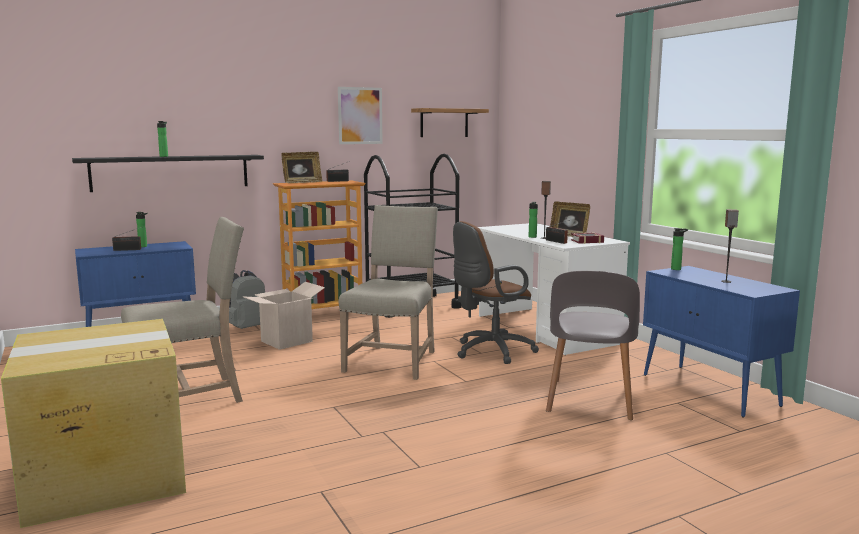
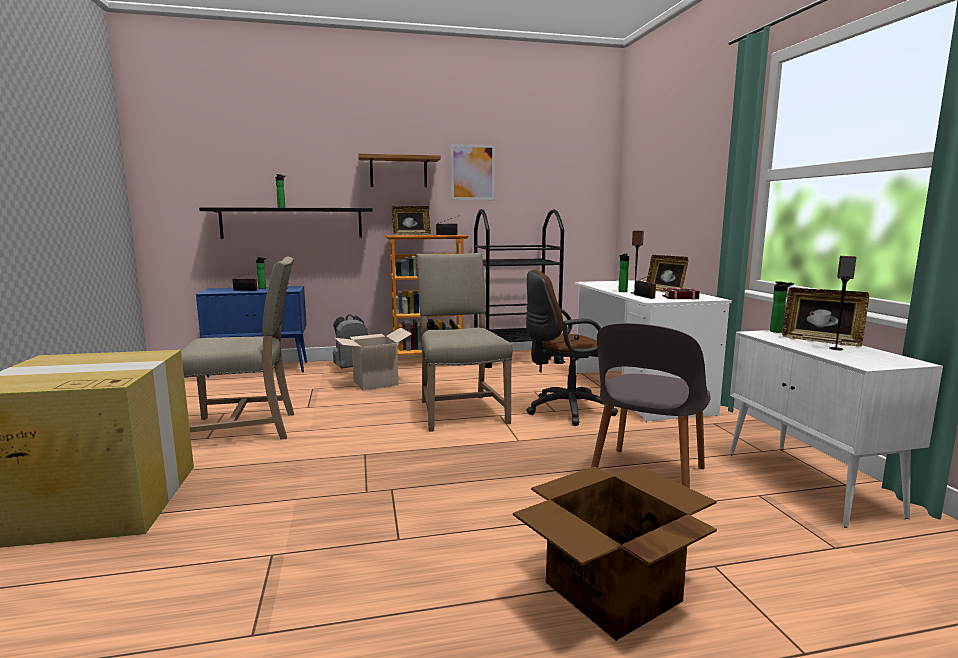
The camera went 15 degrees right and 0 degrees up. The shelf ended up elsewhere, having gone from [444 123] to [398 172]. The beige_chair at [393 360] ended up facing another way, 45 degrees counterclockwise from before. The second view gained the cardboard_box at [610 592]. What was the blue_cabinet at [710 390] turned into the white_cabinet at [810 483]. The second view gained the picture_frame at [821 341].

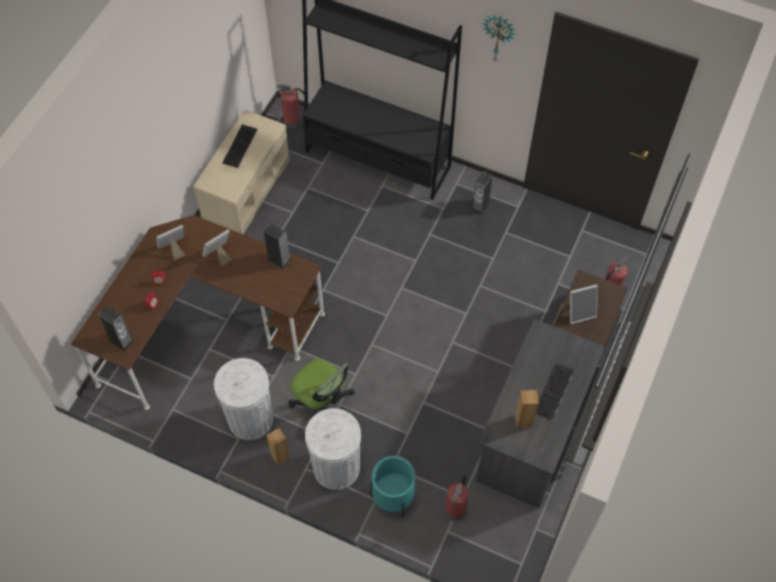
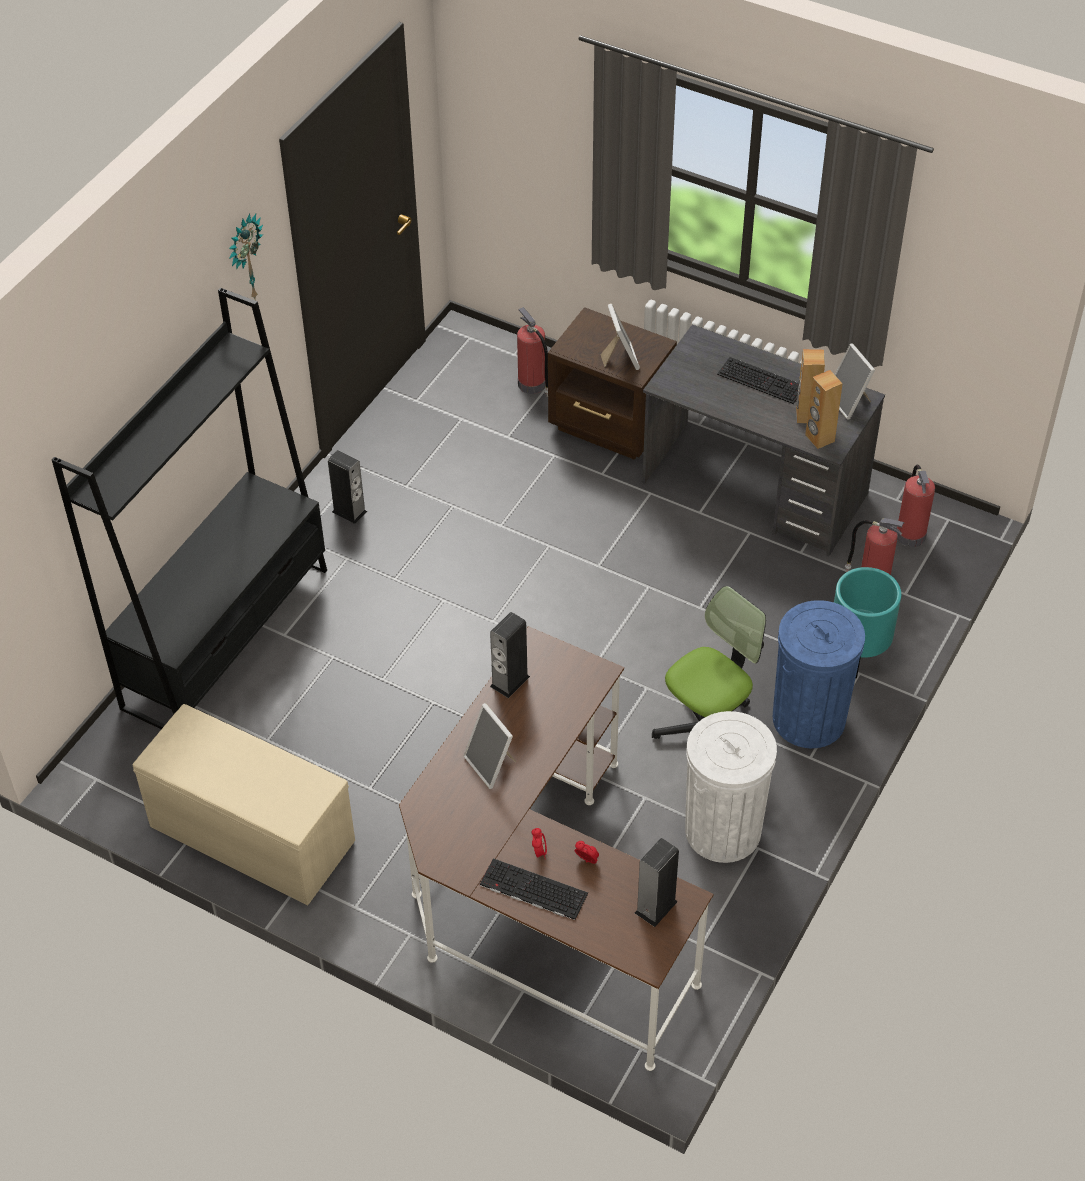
The camera went 85 degrees left and 10 degrees down. The keyboard ended up elsewhere, having gone from [239 145] to [531 890]. What was the white_trash_can at [336 467] turned into the blue_trash_can at [809 718]. The brown_speaker ended up elsewhere, having gone from [280 456] to [819 438]. The picture_frame ended up elsewhere, having gone from [174 249] to [849 402]. The fire_extinguisher ended up elsewhere, having gone from [293 121] to [910 534].

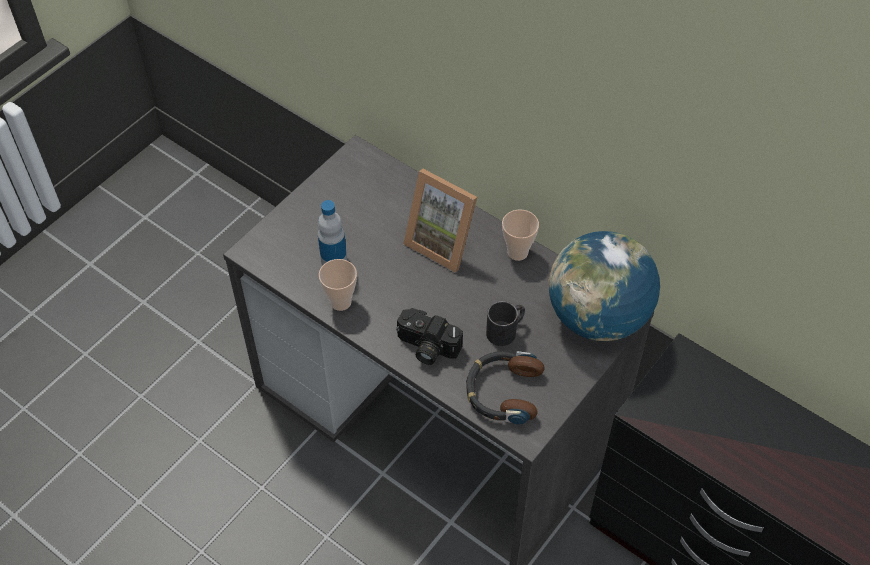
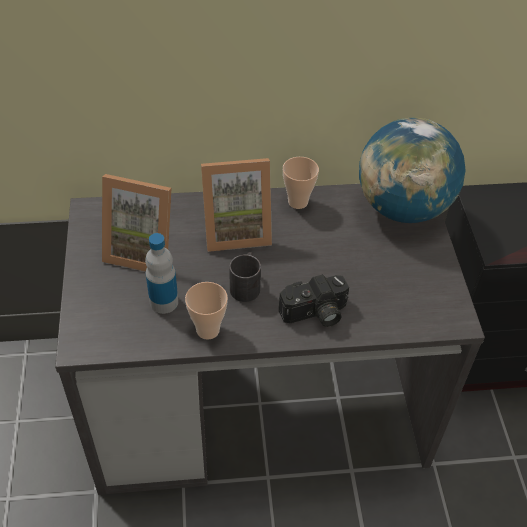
The camera went 45 degrees left and 5 degrees down. The second view gained the picture_frame at [143 250]. The black_mug ended up elsewhere, having gone from [506 330] to [246 284]. The second view lost the headphones at [503 391].

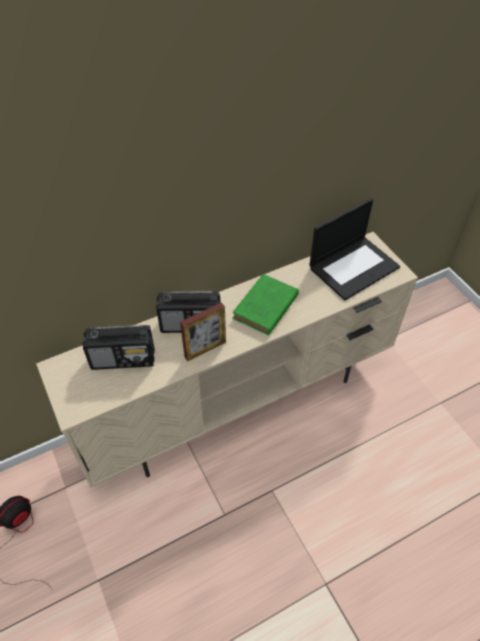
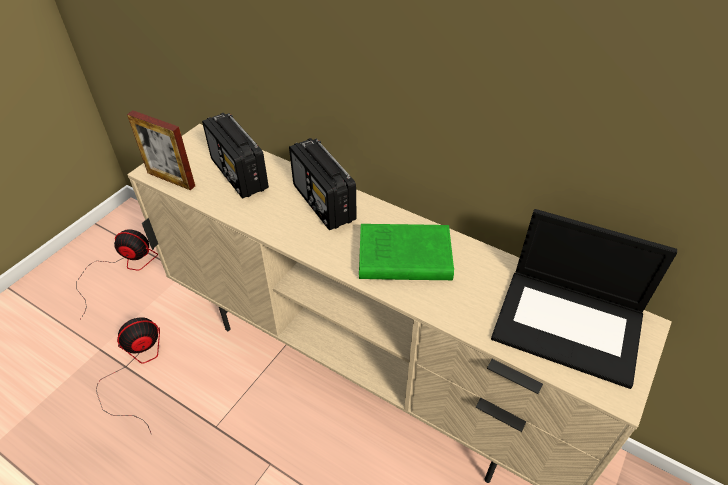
The camera went 60 degrees right and 5 degrees down. The second view gained the fan at [136 368]. The picture_frame ended up elsewhere, having gone from [205 349] to [171 179].

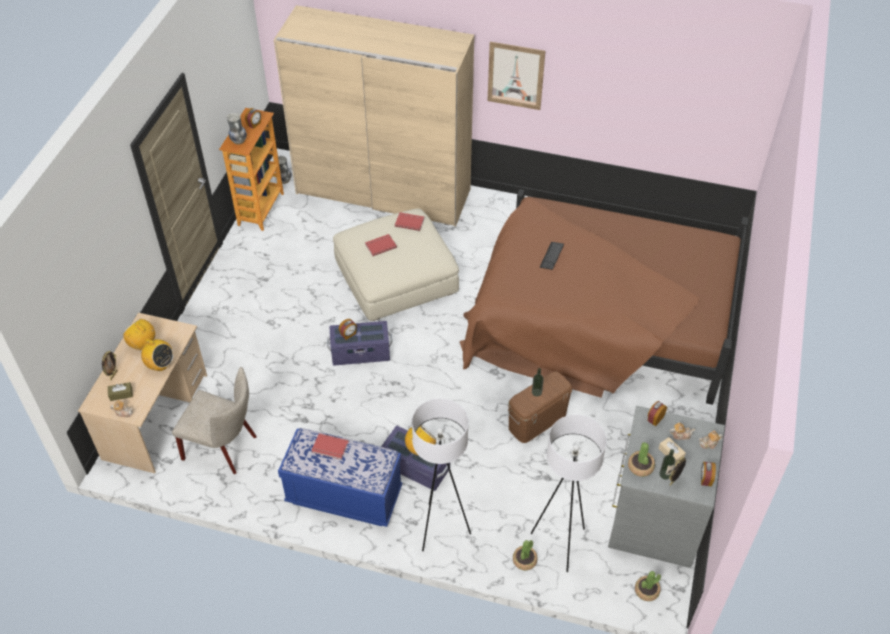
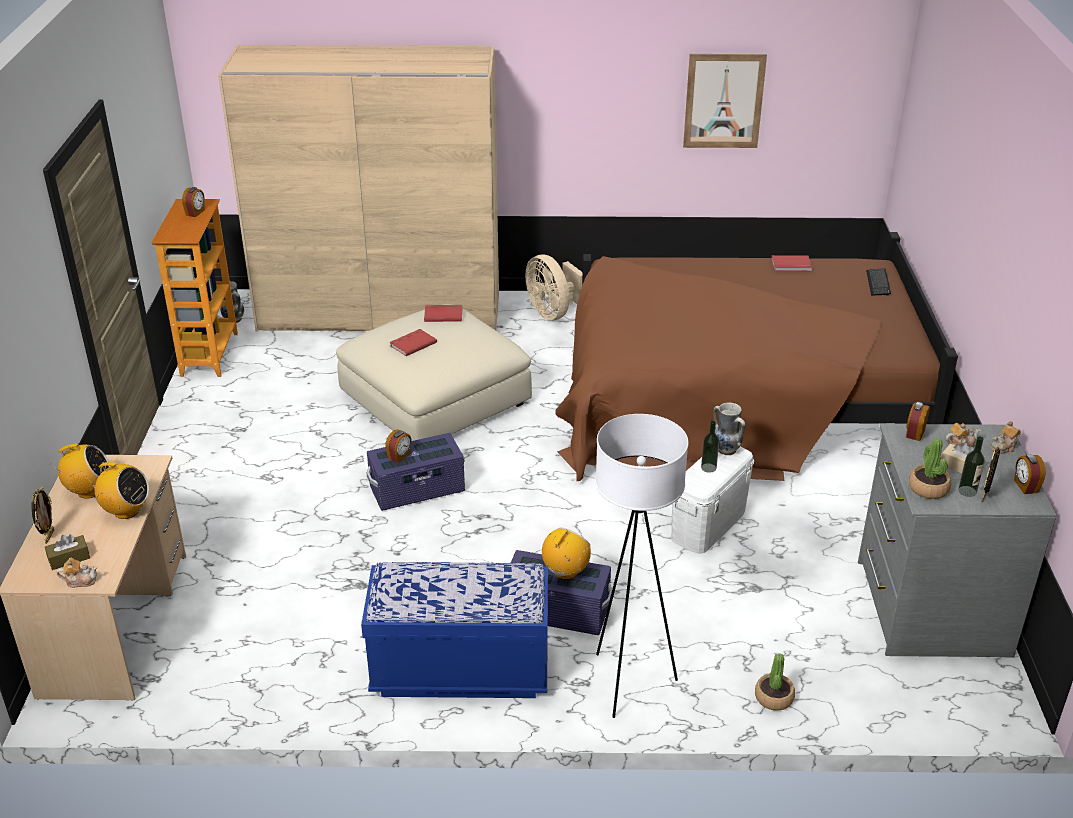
The camera went 15 degrees left and 15 degrees down. The radio at [143 344] ended up facing another way, 150 degrees clockwise from before. The second view gained the beige_fan at [553 313]. What was the brown_storage_box at [537 421] turned into the white_storage_box at [708 525]. The picture ended up elsewhere, having gone from [515 76] to [724 101]. The vase ended up elsewhere, having gone from [238 141] to [726 450]. The red_book ended up elsewhere, having gone from [330 448] to [791 265]. The keyboard ended up elsewhere, having gone from [551 256] to [878 283]. The second view lost the beige_chair at [224 448]. The second view lost the white_floor_lamp at [560 544]. The second view lost the potted_plant at [646 591].

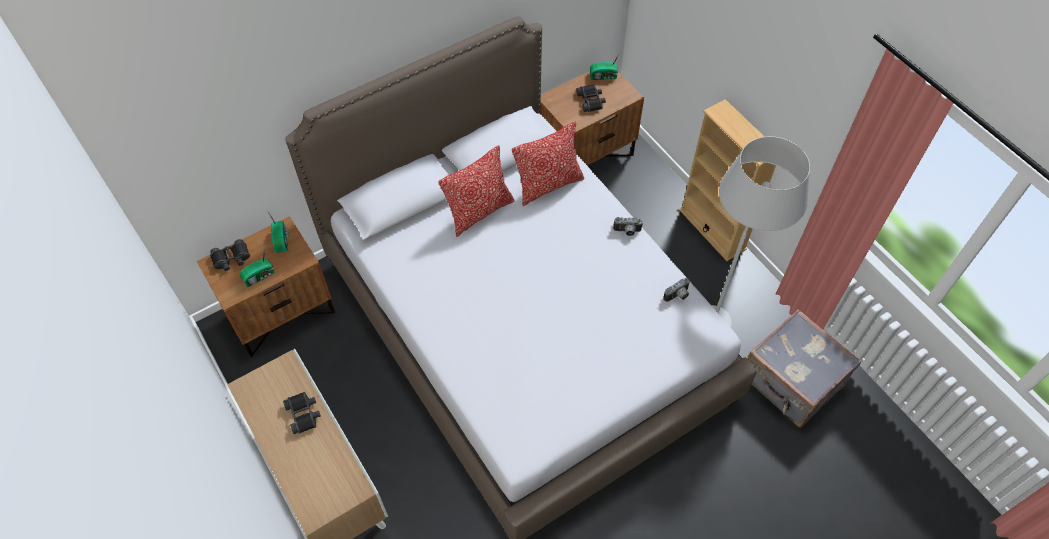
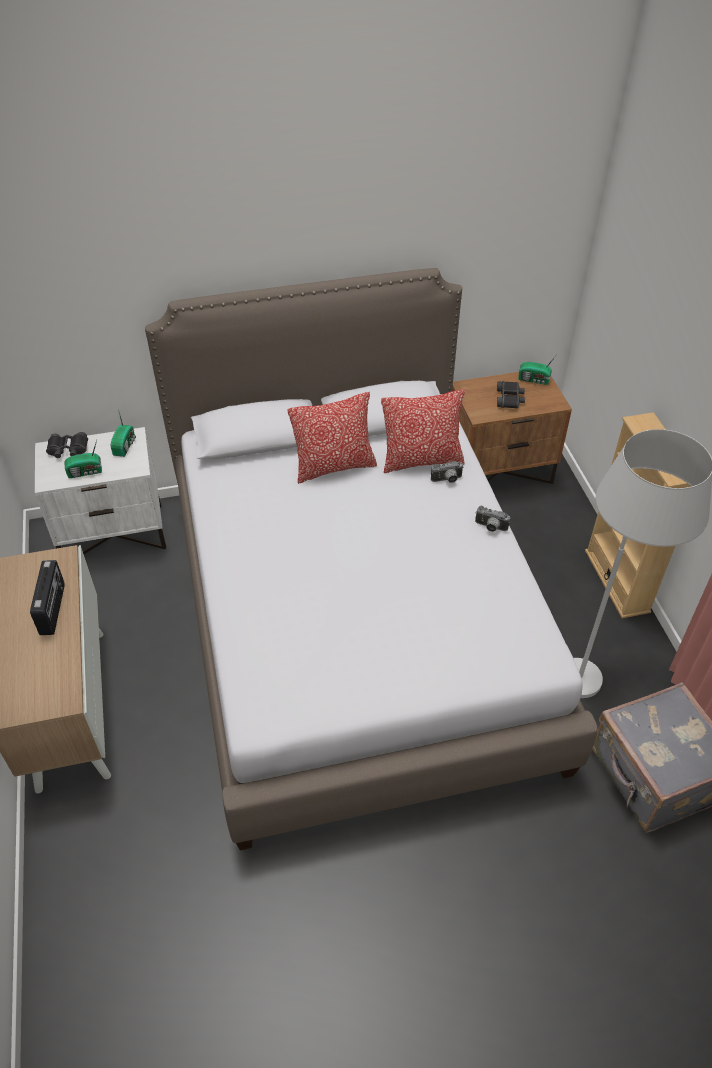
The camera went 20 degrees right and 10 degrees down. Where the black_binoculars stood at [303 414], the radio came to stand at [53 609]. What was the brown_nightstand at [281 312] turned into the white_nightstand at [114 534]. The photo_camera ended up elsewhere, having gone from [677 296] to [447 480].

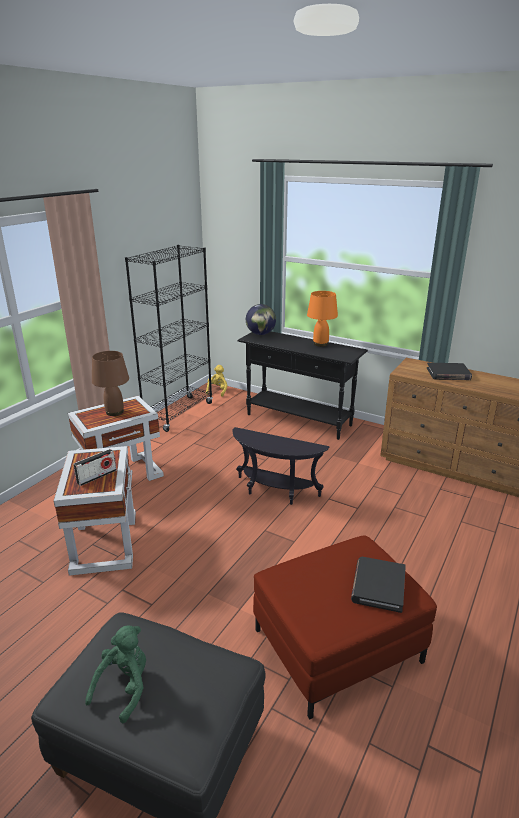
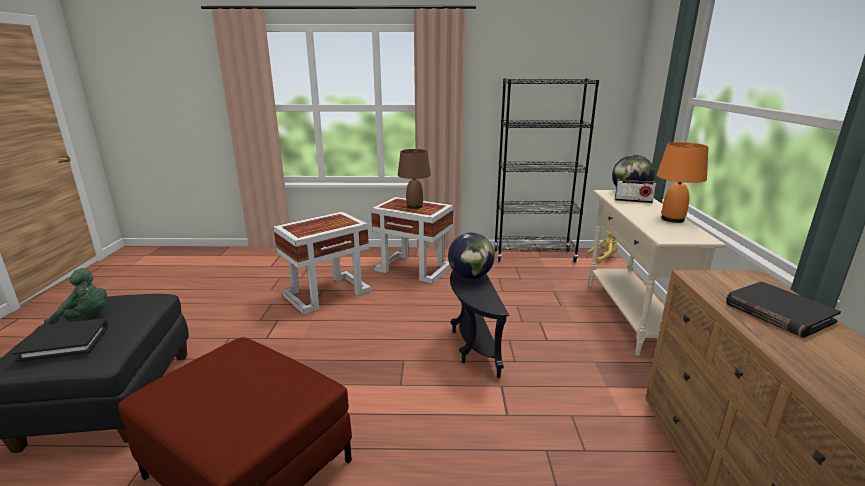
The camera went 60 degrees right and 5 degrees down. The black_book ended up elsewhere, having gone from [378 586] to [65 342]. The second view gained the globe at [470 276]. What was the black_console_table at [299 420] turned into the beige_console_table at [631 316]. The radio ended up elsewhere, having gone from [96 476] to [633 201].

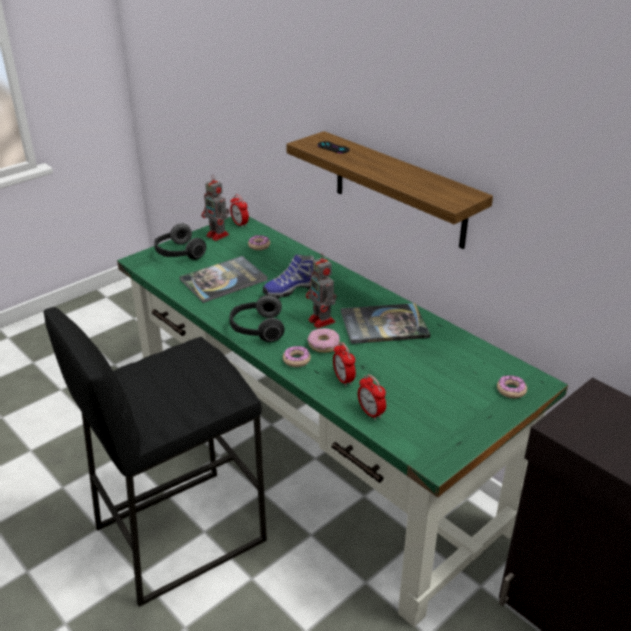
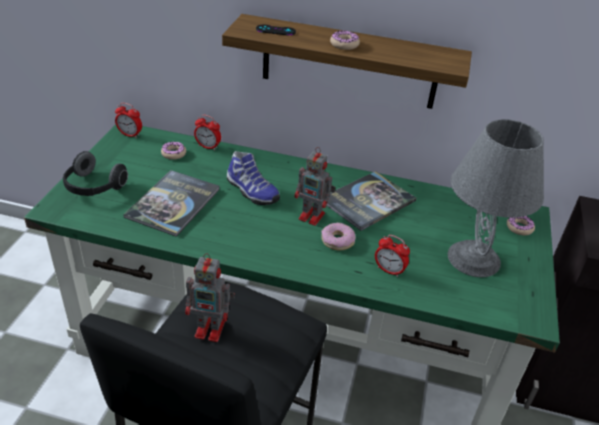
The camera went 35 degrees left and 5 degrees up. The toy_robot ended up elsewhere, having gone from [218 235] to [211 329]. The alarm_clock ended up elsewhere, having gone from [371 413] to [208 147]. The shoe at [291 289] ended up facing another way, 75 degrees counterclockwise from before. The donut ended up elsewhere, having gone from [296 360] to [344 44]. The second view gained the grey_table_lamp at [473 258]. The second view lost the headphones at [257 329].

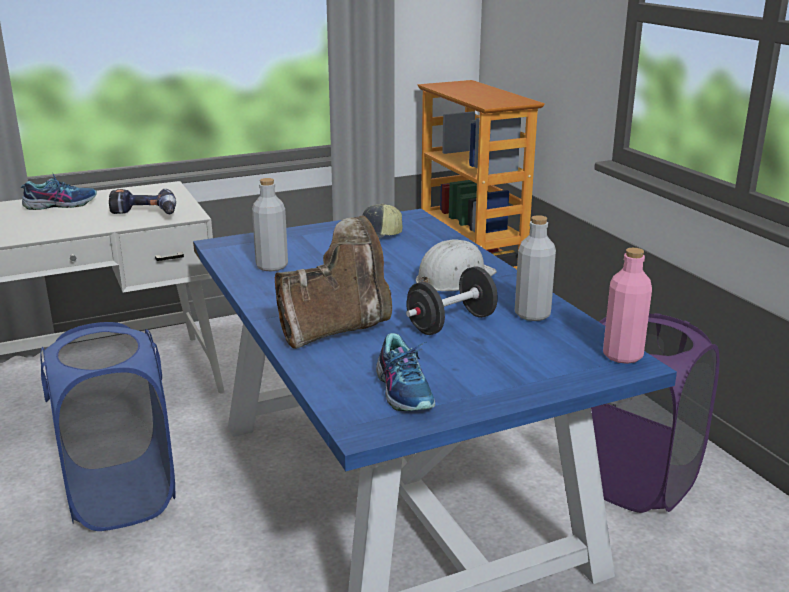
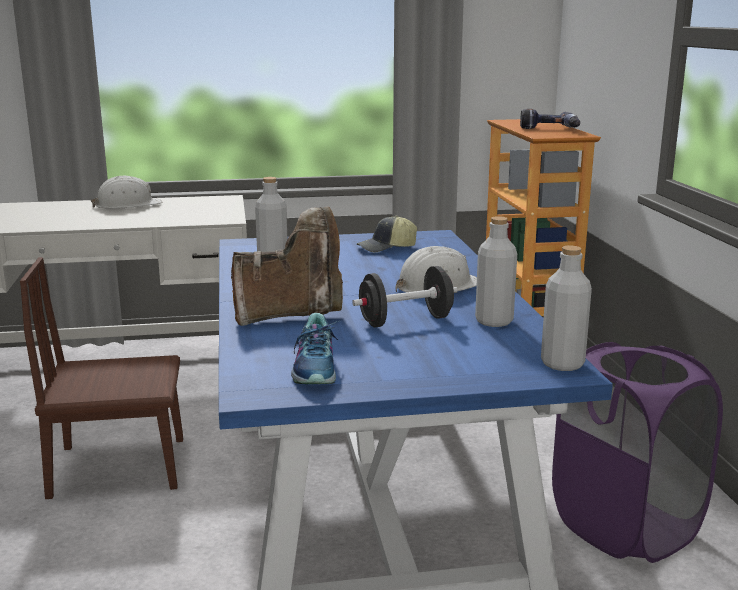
The camera went 15 degrees right and 5 degrees down. Where the blue_laundry_basket stood at [120 496], the brown_chair came to stand at [119 467]. Where the shoe stood at [61 204], the white_hard_hat came to stand at [128 205]. The power_drill ended up elsewhere, having gone from [144 214] to [549 130]. What was the pink_bottle at [622 355] turned into the grey_bottle at [562 364].

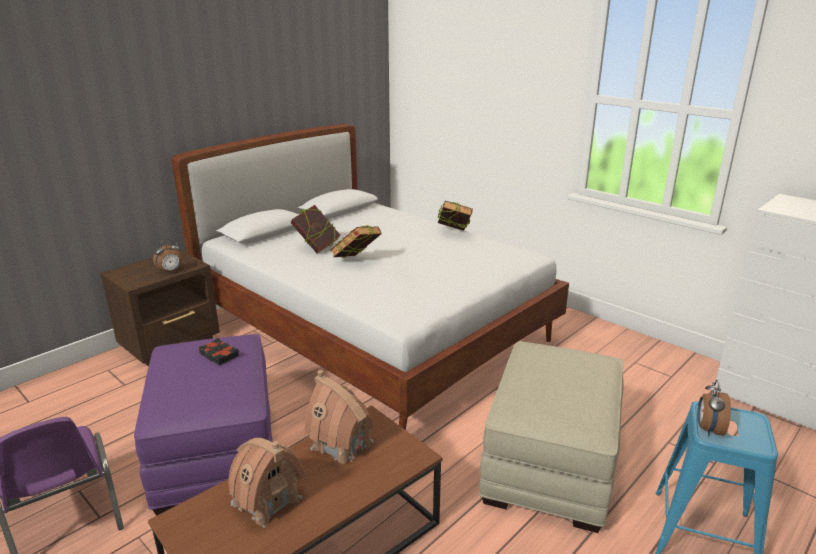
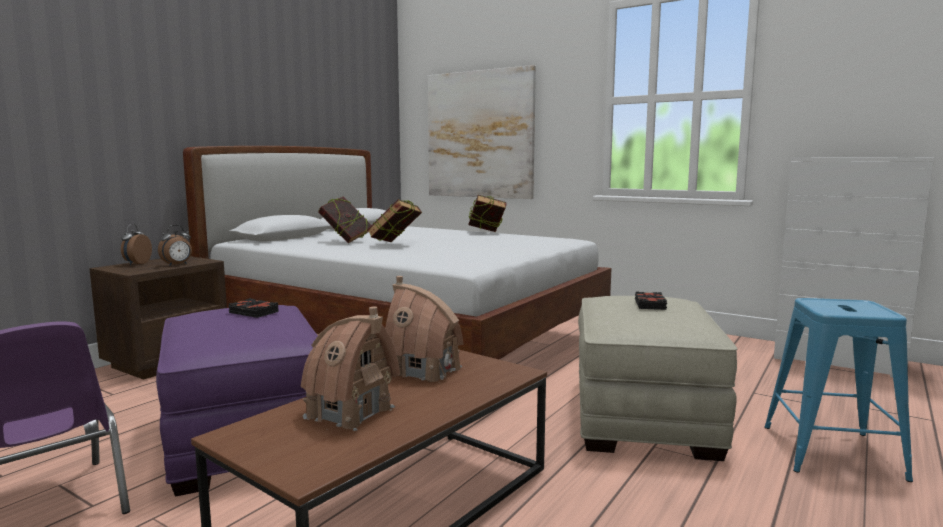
The camera went 10 degrees left and 15 degrees down. The alarm_clock ended up elsewhere, having gone from [708 429] to [136 264]. The second view gained the picture at [480 135]. The second view gained the black_book at [650 305].

